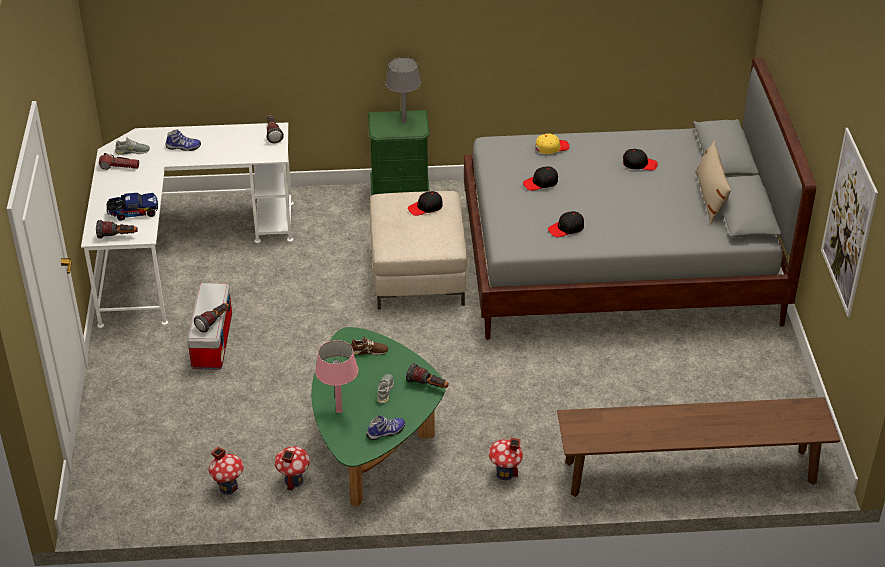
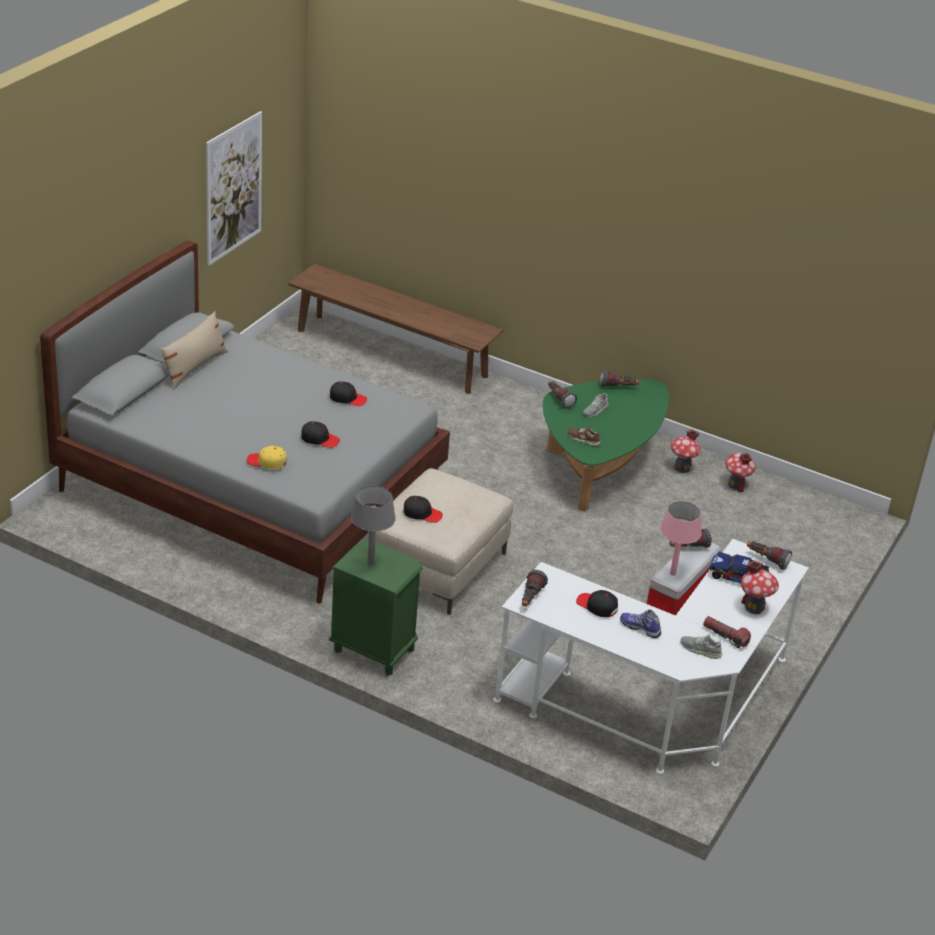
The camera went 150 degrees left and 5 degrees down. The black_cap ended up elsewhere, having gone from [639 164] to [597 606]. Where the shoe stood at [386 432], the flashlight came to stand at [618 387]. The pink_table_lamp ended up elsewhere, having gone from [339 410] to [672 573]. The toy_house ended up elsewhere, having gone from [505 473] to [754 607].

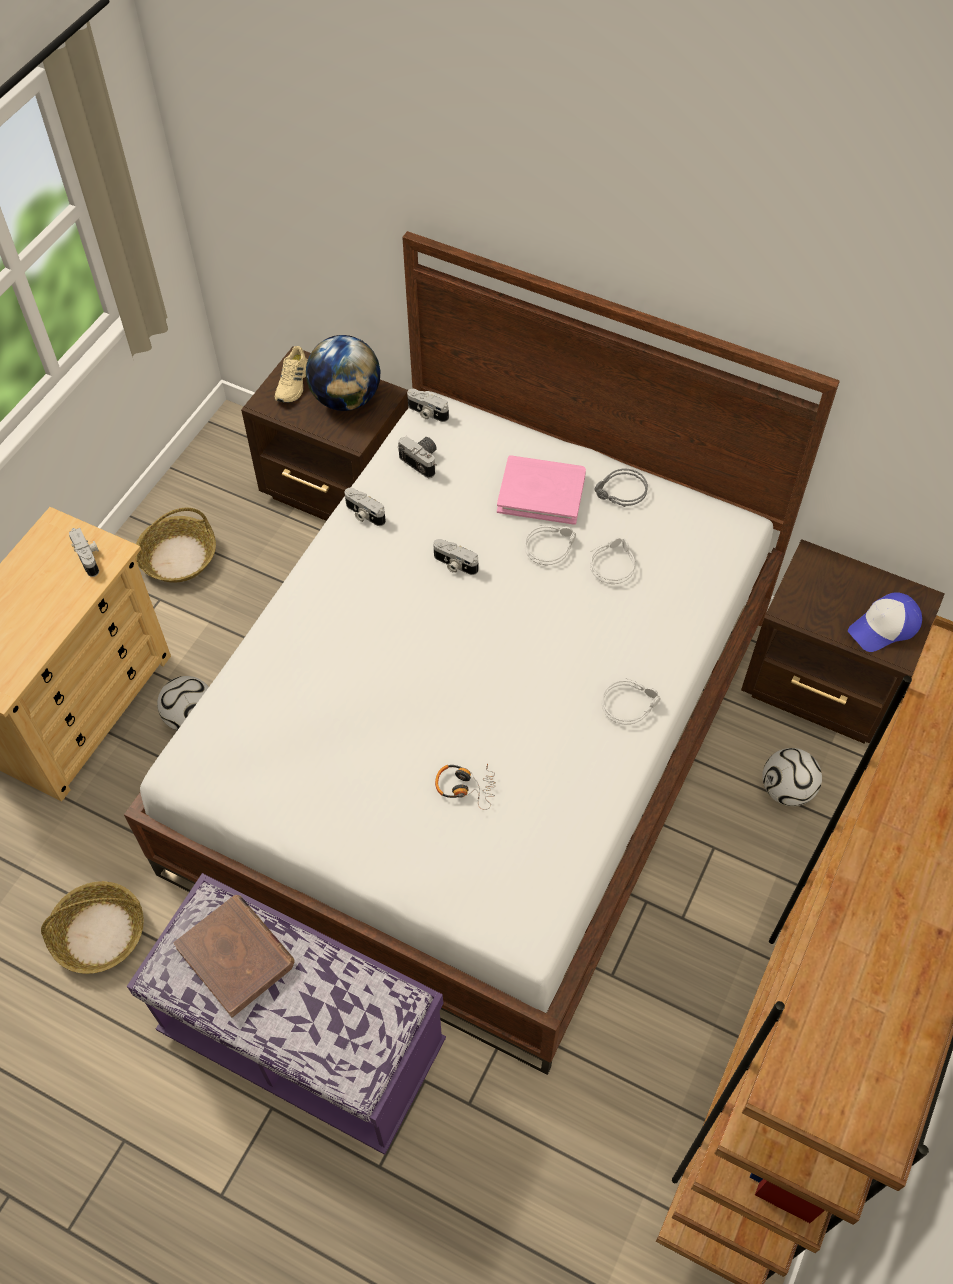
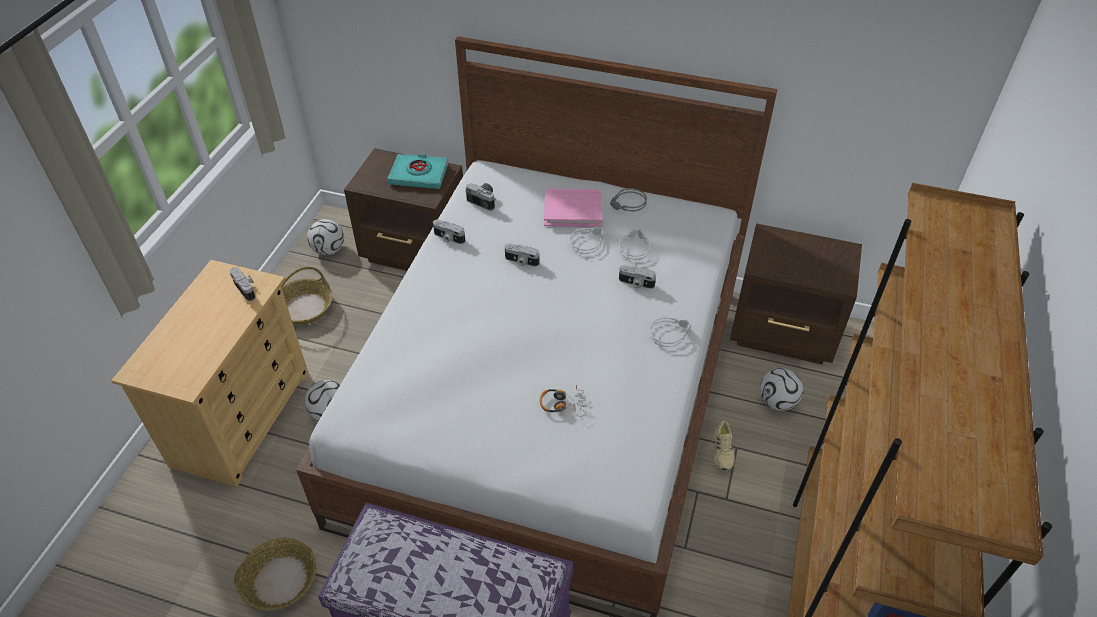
The camera went 10 degrees left and 10 degrees down. The second view gained the football at [329 250]. Where the globe stood at [346 398], the turquoise_book came to stand at [419 175]. The photo_camera ended up elsewhere, having gone from [427 413] to [636 283]. The beige_shoe ended up elsewhere, having gone from [293 384] to [723 451]. The second view lost the brown_book at [236 956]. The second view lost the cap at [884 627].

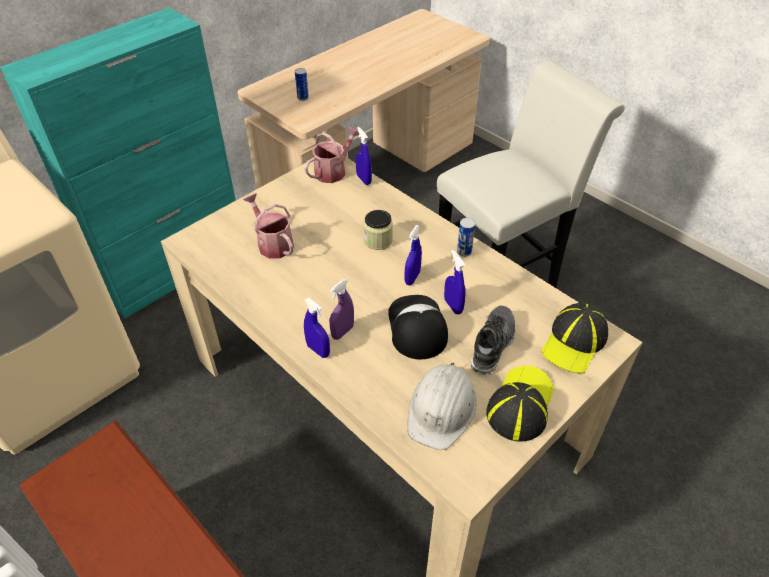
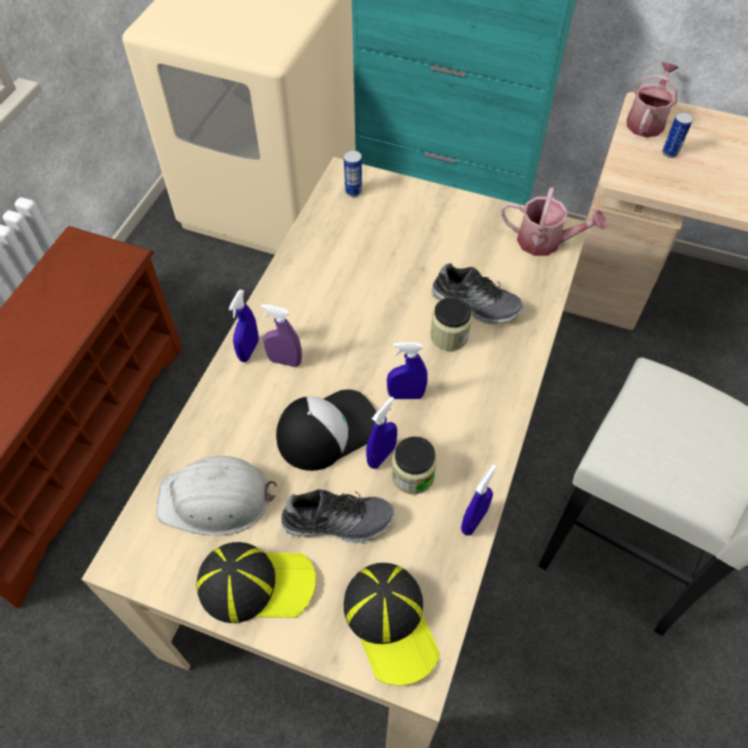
The camera went 65 degrees right and 10 degrees up. The can ended up elsewhere, having gone from [464 252] to [353 191]. The cap at [574 342] ended up facing another way, 120 degrees counterclockwise from before. The second view gained the jar at [413 475]. The second view gained the shoe at [475 304]. The blue_spray_bottle ended up elsewhere, having gone from [364 179] to [474 520]. The watering_can ended up elsewhere, having gone from [272 243] to [646 121].

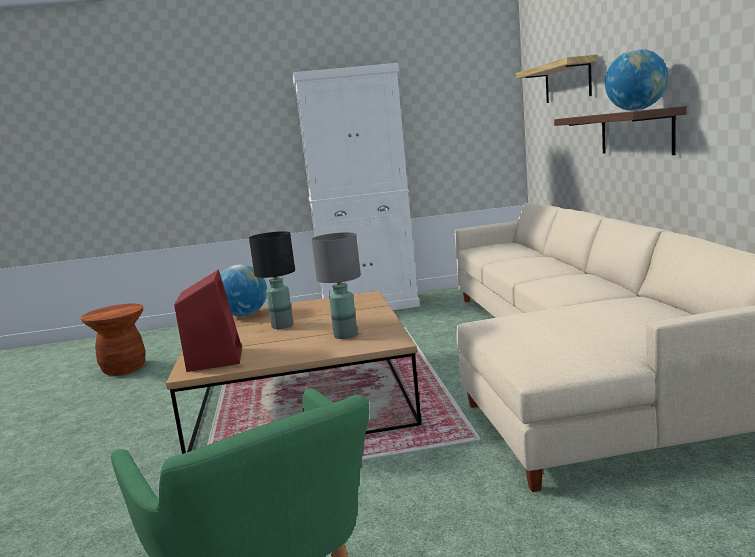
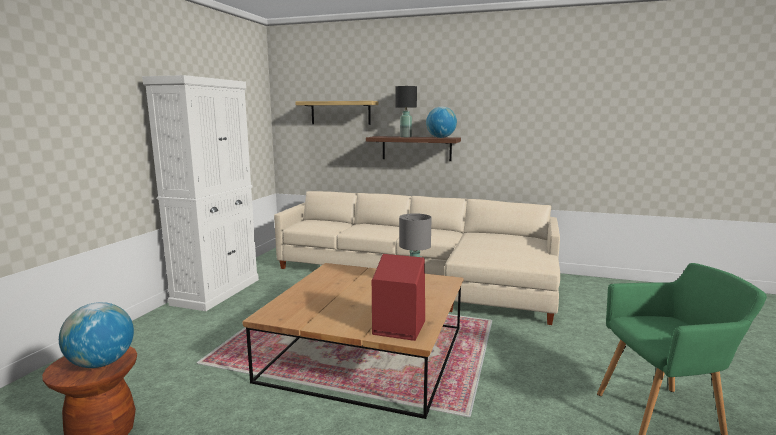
The camera went 65 degrees left and 0 degrees up. The globe ended up elsewhere, having gone from [244 315] to [101 363]. The black_table_lamp ended up elsewhere, having gone from [282 326] to [406 137].

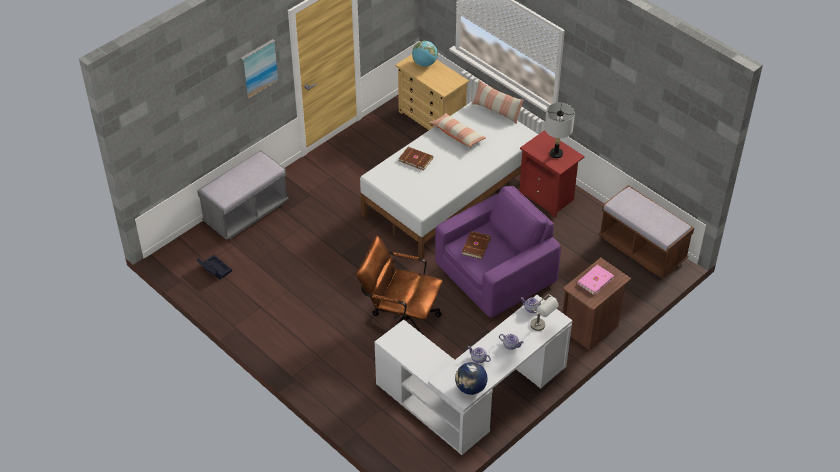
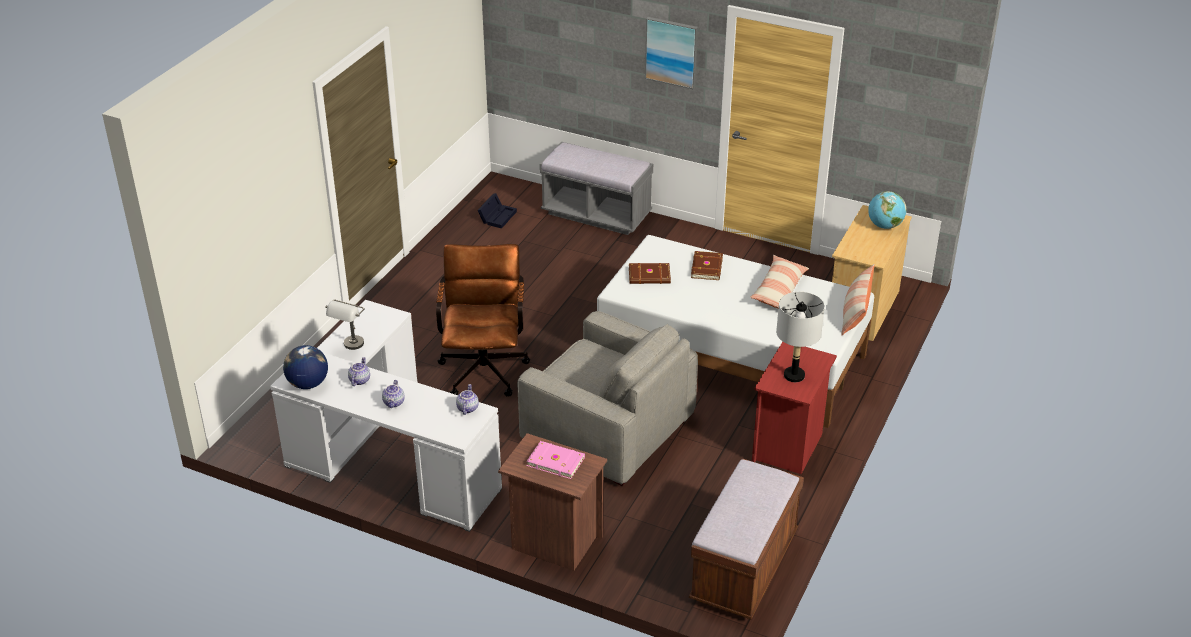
The camera went 70 degrees right and 10 degrees down. The grey_table_lamp ended up elsewhere, having gone from [542 327] to [350 347]. What was the purple_armchair at [495 274] turned into the grey_armchair at [607 429]. The brown_book ended up elsewhere, having gone from [477 246] to [649 276].

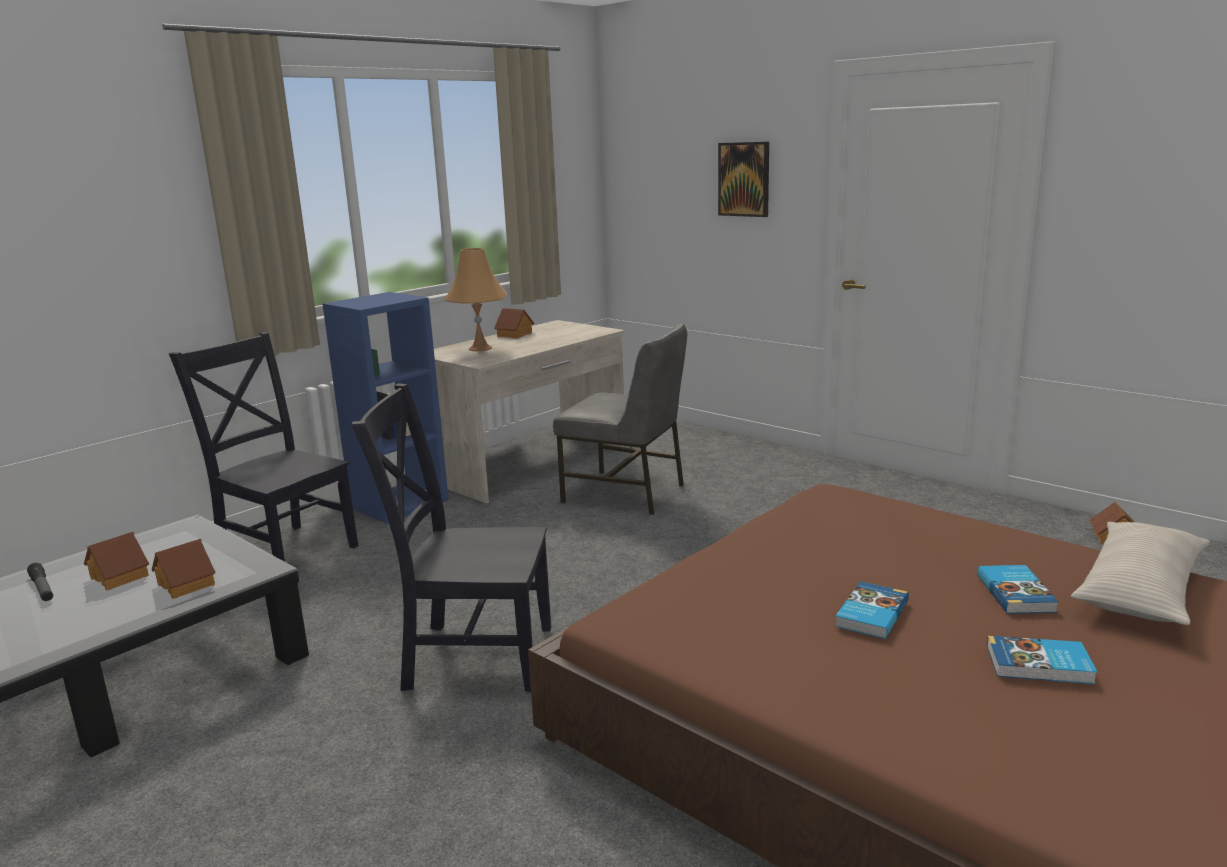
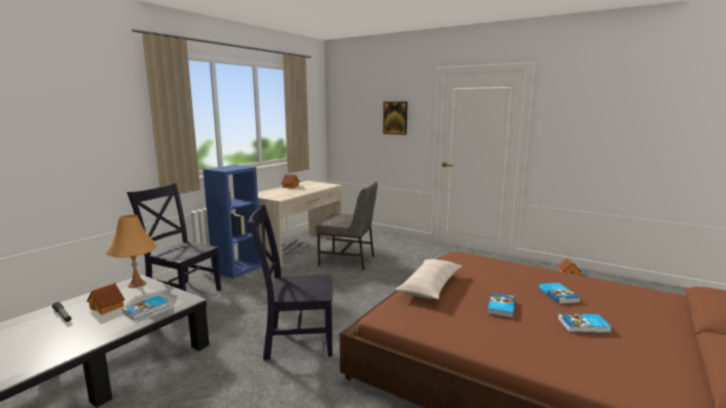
The camera went 10 degrees left and 5 degrees down. The orange_table_lamp ended up elsewhere, having gone from [480 348] to [137 284]. Where the toy_house stood at [187 584], the book came to stand at [147 309]. The beige_pillow ended up elsewhere, having gone from [1140 589] to [430 286].

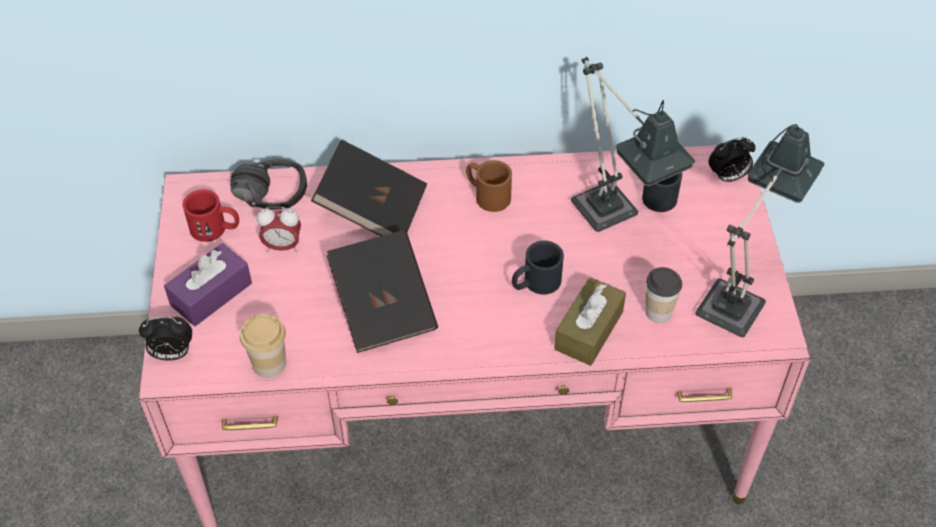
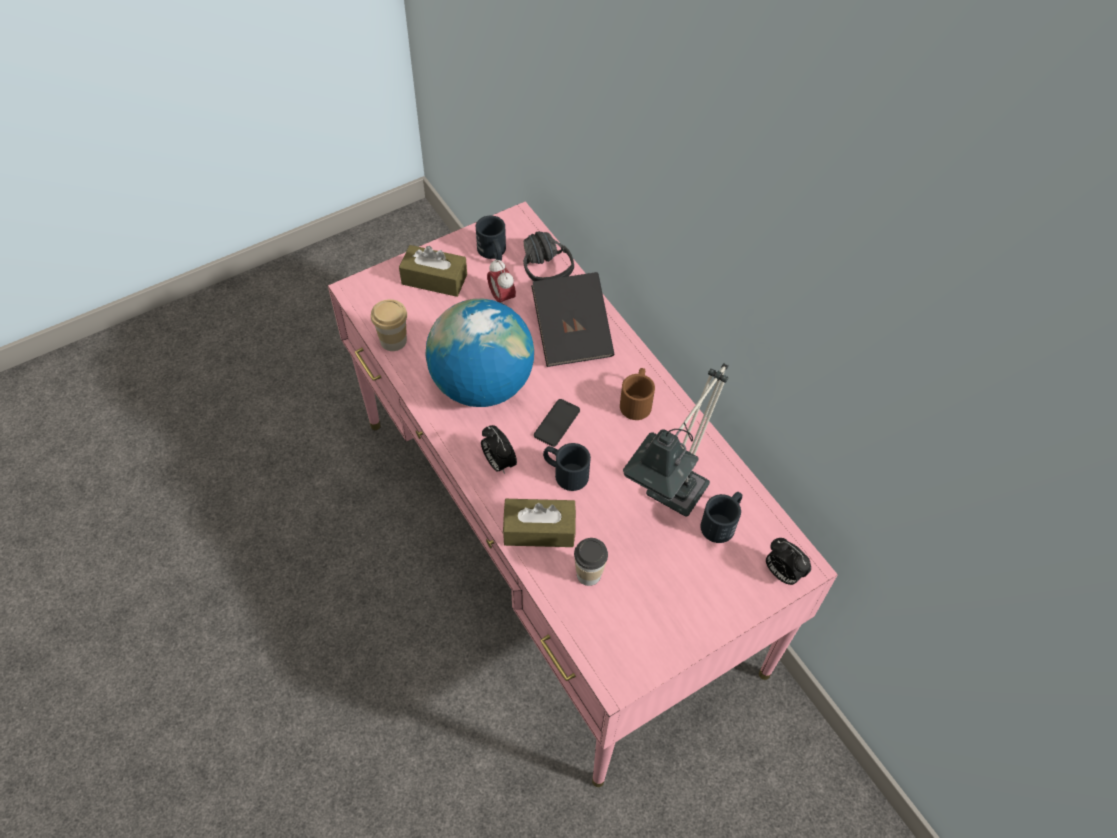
The camera went 60 degrees right and 5 degrees up. What was the purple_tissue_box at [211 294] turned into the brown_tissue_box at [434 279]. Where the black_book stood at [384 307], the globe came to stand at [482 384]. What was the red_mug at [216 229] turned into the black_mug at [493 253]. The alarm_clock ended up elsewhere, having gone from [172 354] to [498 462]. The second view gained the phone at [557 423]. The second view lost the table_lamp at [737 299].

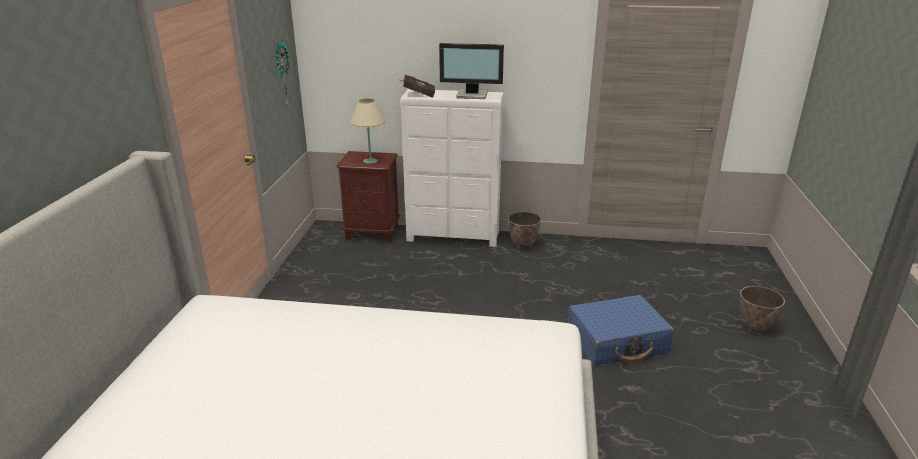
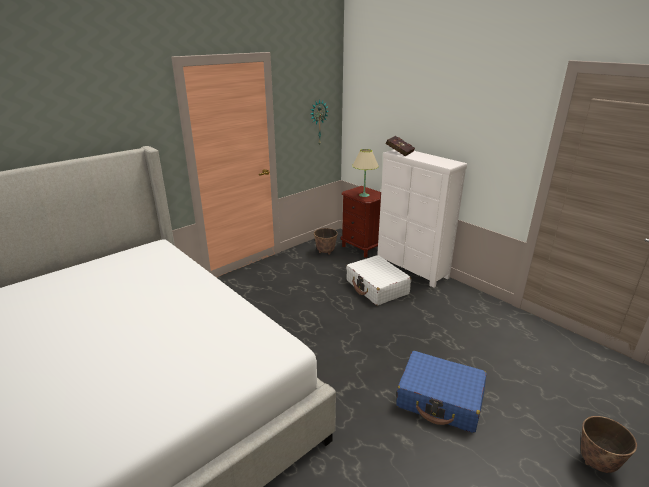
The camera went 40 degrees right and 0 degrees up. The planter ended up elsewhere, having gone from [523 245] to [325 252]. The second view gained the white_suitcase at [377 287]. The second view lost the monitor at [472 95].

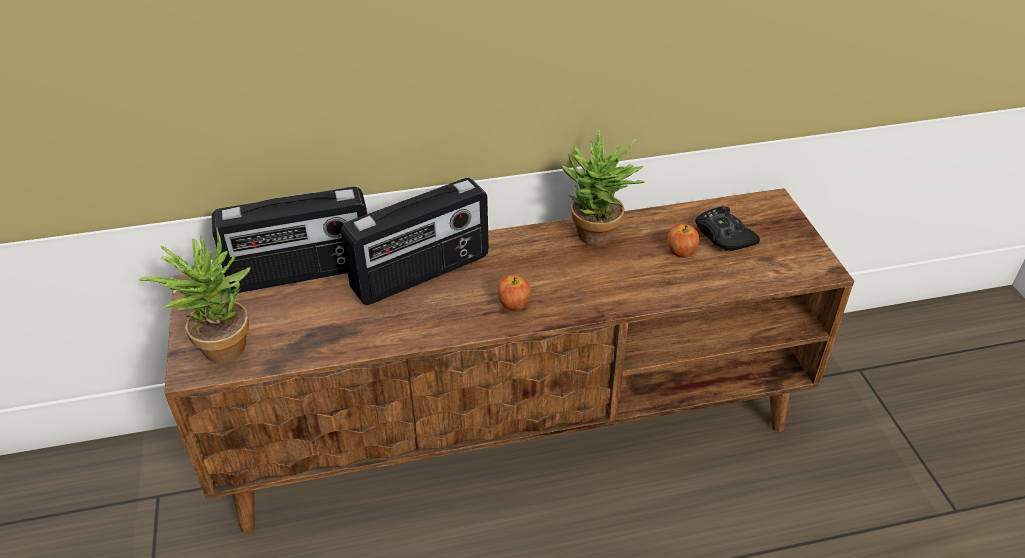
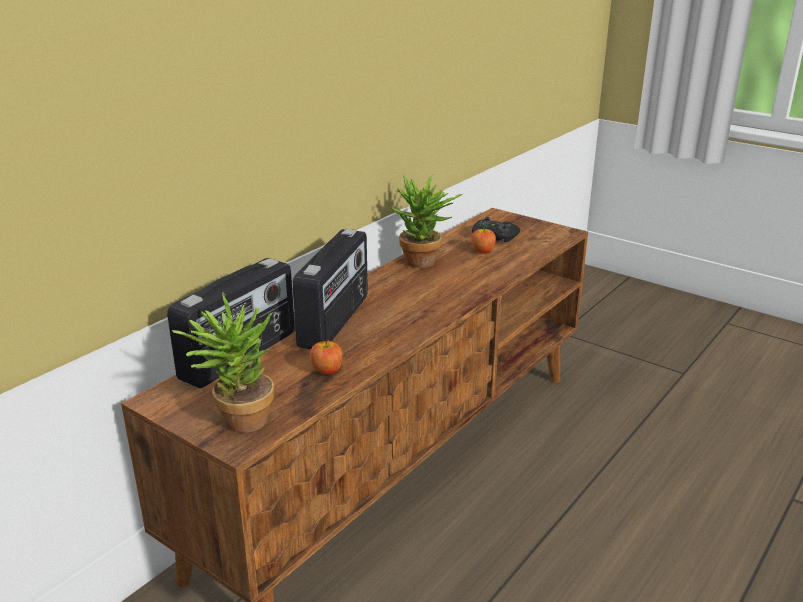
The camera went 40 degrees left and 15 degrees down. The apple ended up elsewhere, having gone from [514 304] to [326 370].

